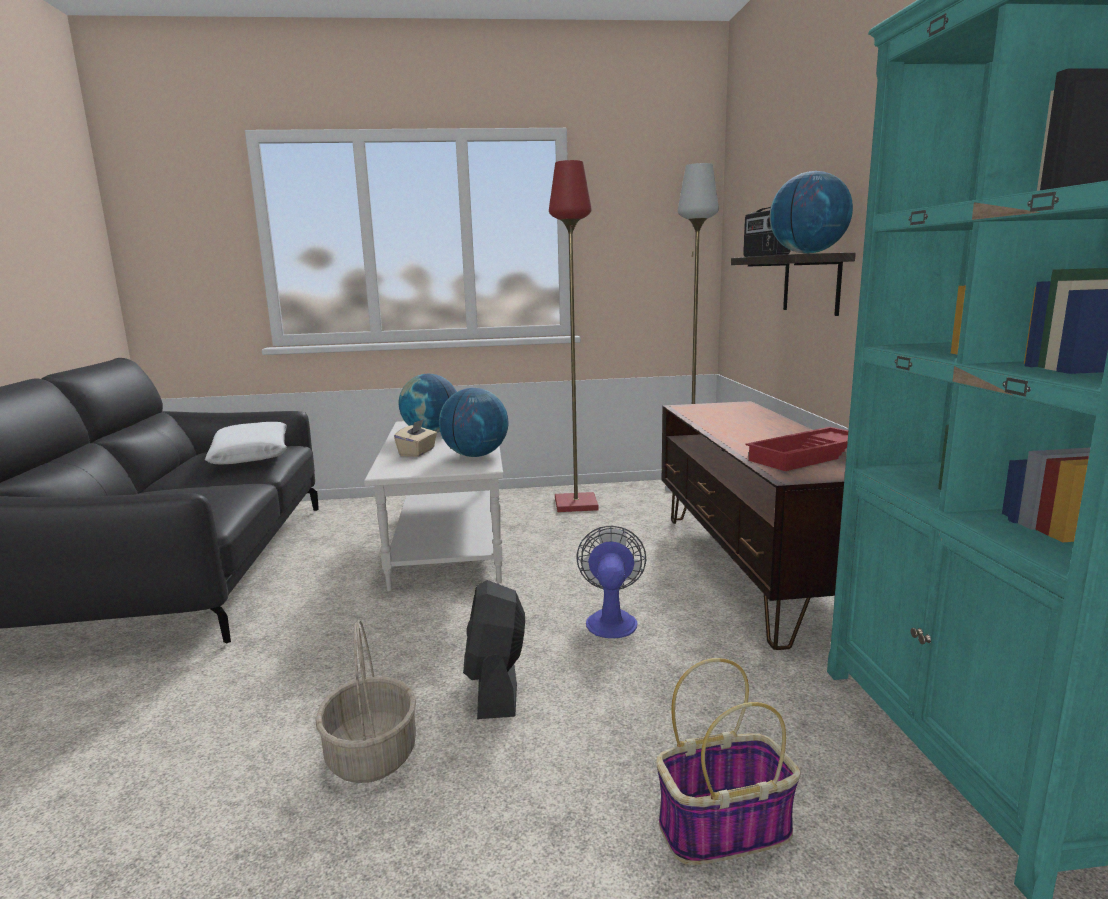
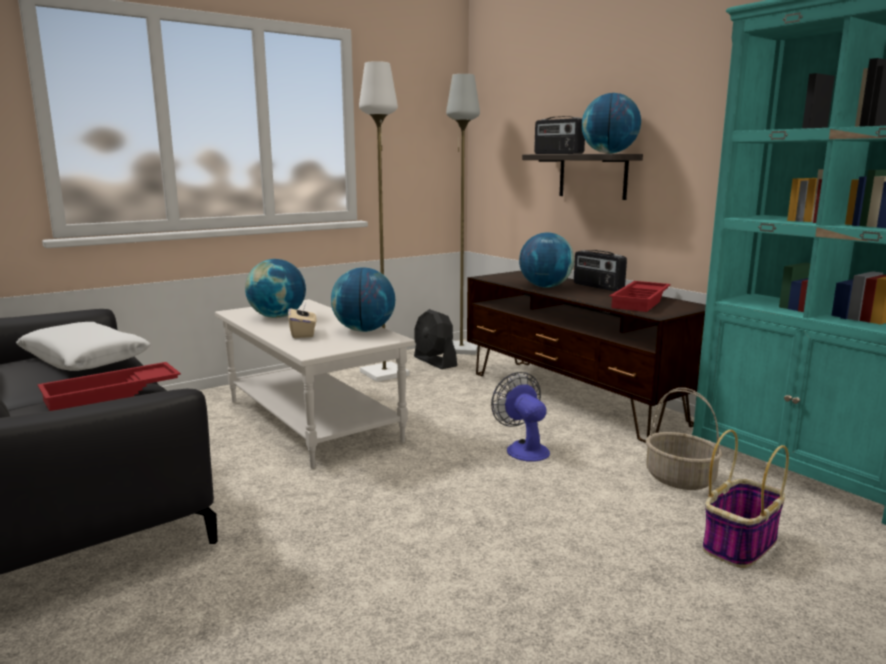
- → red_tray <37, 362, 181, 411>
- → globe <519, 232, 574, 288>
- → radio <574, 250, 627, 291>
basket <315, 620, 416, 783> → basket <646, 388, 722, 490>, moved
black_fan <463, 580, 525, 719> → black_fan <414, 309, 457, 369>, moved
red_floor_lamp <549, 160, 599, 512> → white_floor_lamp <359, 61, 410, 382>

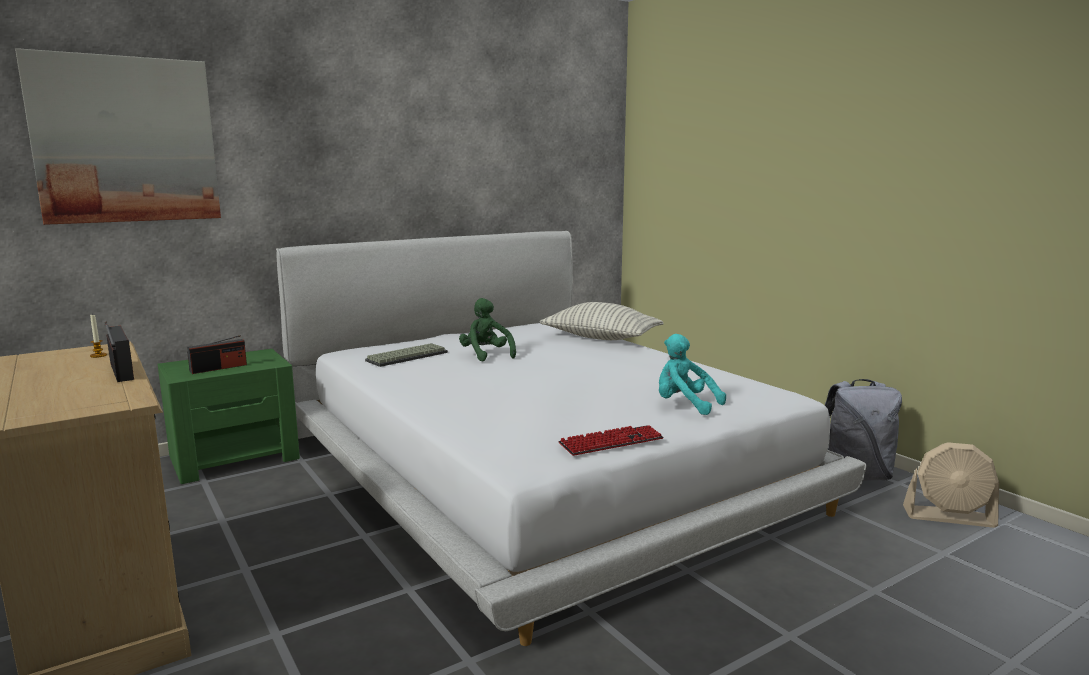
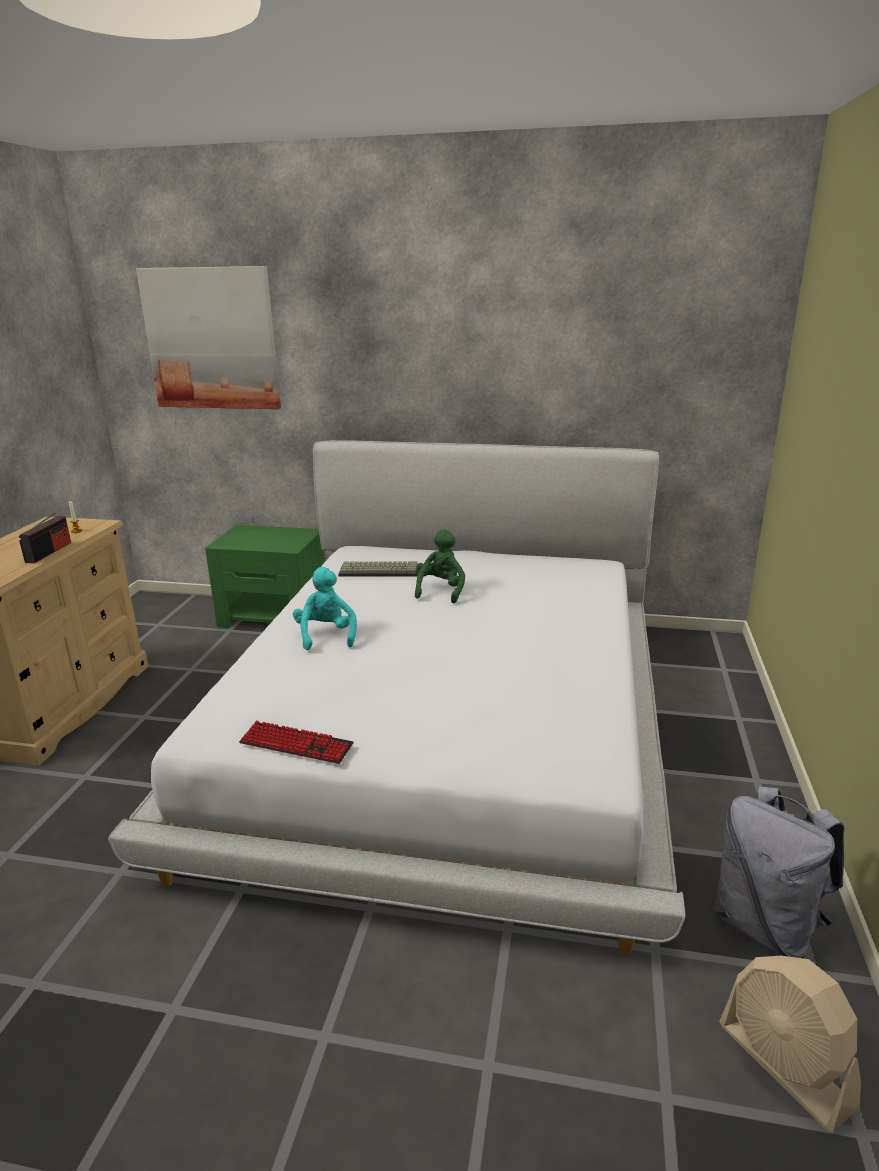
radio <187, 335, 247, 374> → -
pillow <540, 302, 664, 340> → -
turquoise_plush_toy <659, 334, 726, 415> → turquoise_plush_toy <293, 567, 357, 650>, moved

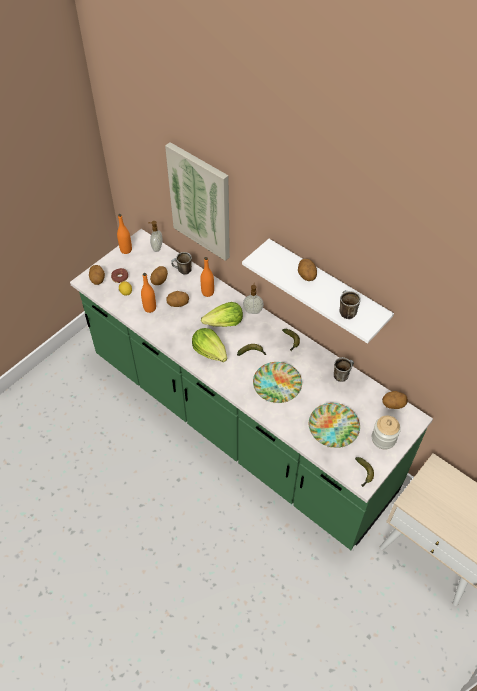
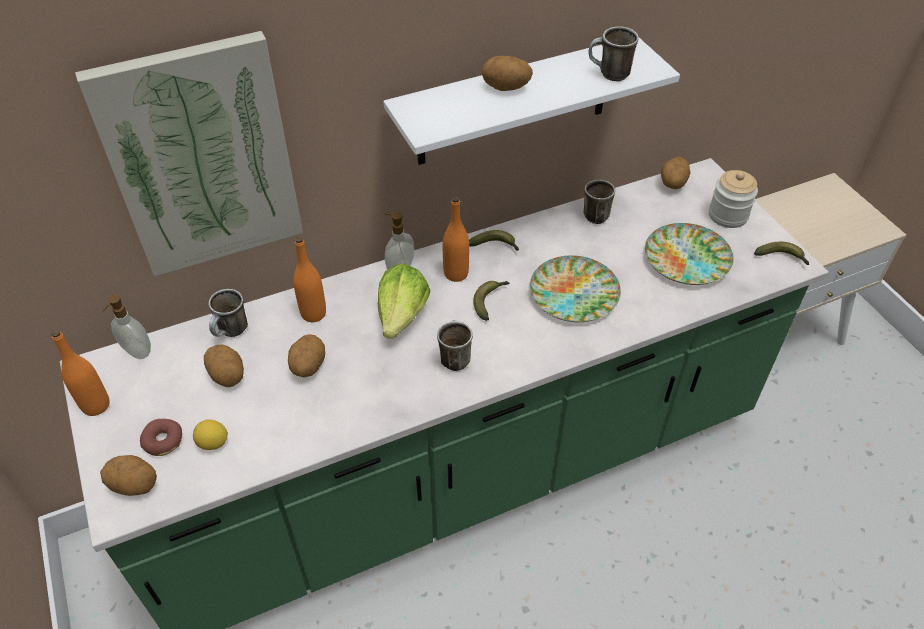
orange_bottle <141, 273, 156, 313> → orange_bottle <443, 196, 469, 282>, moved
lettuce <192, 328, 227, 362> → mug <437, 320, 473, 371>

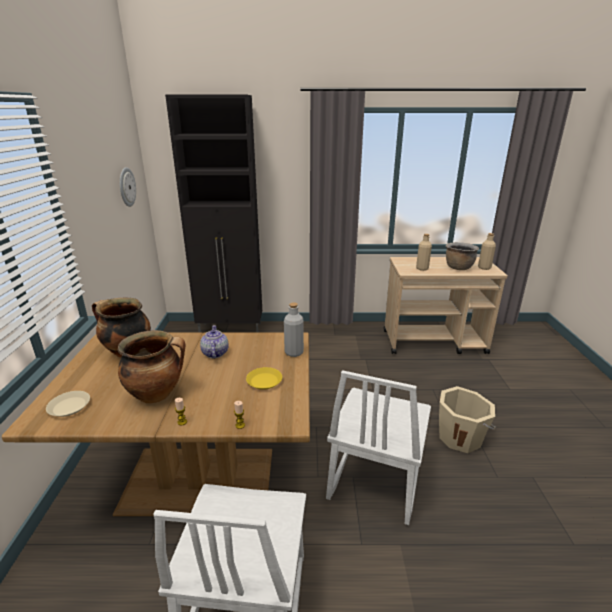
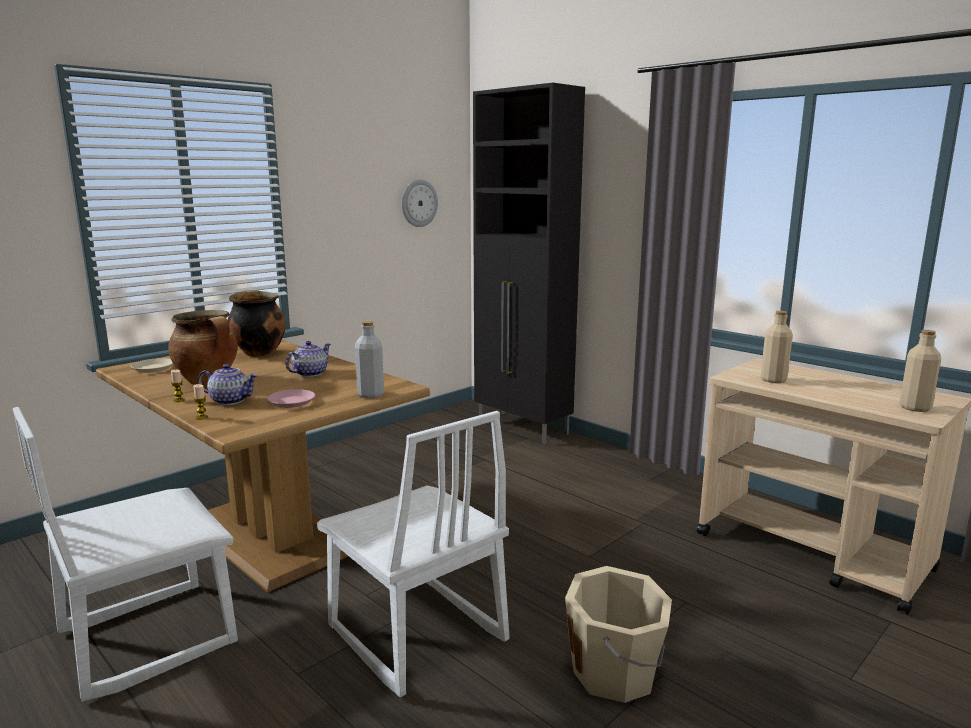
brown_cooking_pot <446, 242, 479, 270> → -
- → teapot <198, 364, 258, 405>
yellow_plate <246, 367, 282, 390> → pink_plate <267, 389, 315, 408>
white_chair <326, 370, 431, 525> → white_chair <317, 411, 509, 698>, 105 degrees counterclockwise

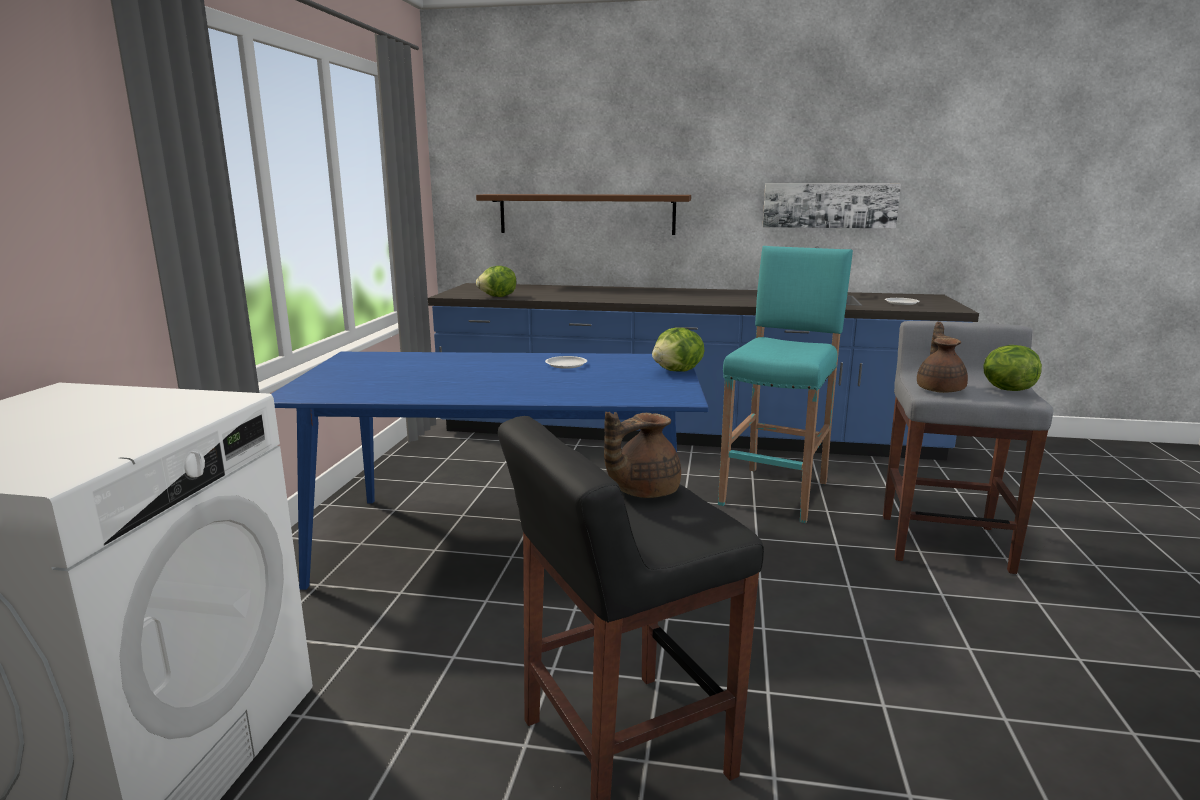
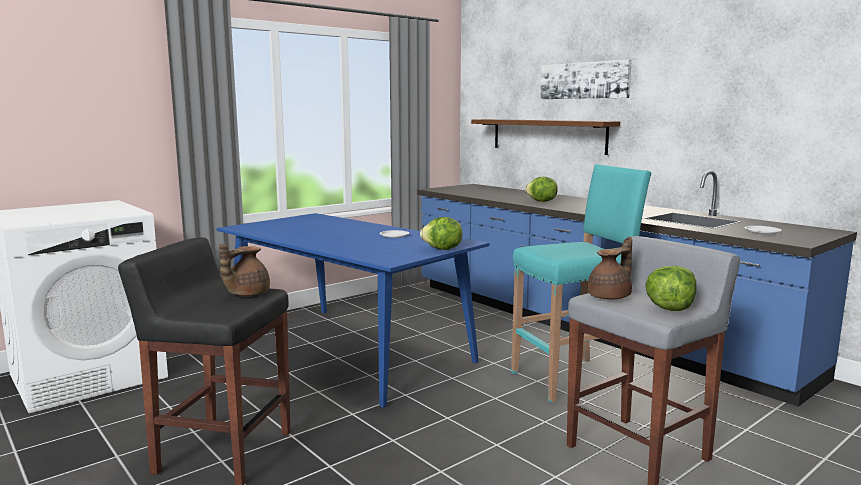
lettuce <476, 266, 516, 297> → lettuce <525, 177, 558, 202>, moved
picture <763, 183, 901, 229> → picture <540, 60, 632, 99>, moved
brown_teapot <604, 412, 681, 498> → brown_teapot <219, 244, 270, 296>, 60 degrees counterclockwise

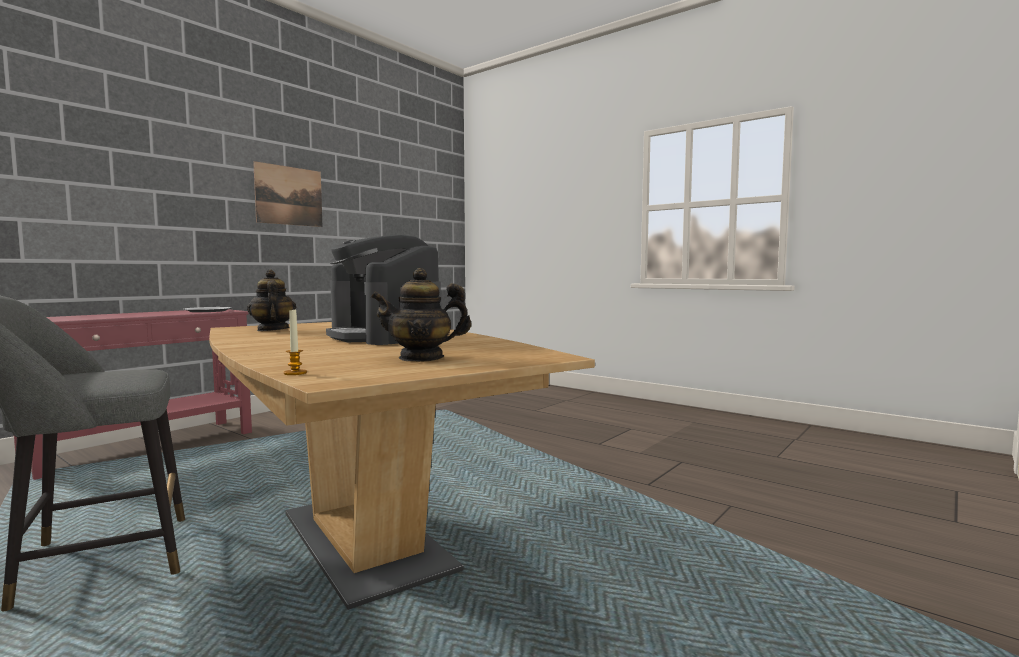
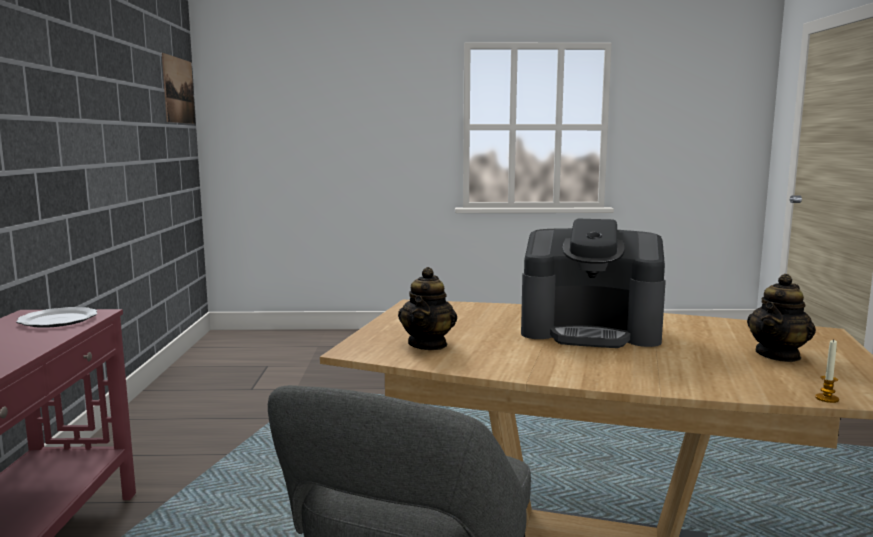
picture <253, 161, 323, 227> → picture <162, 53, 195, 124>, moved
teapot <247, 269, 296, 331> → teapot <398, 267, 457, 350>, 105 degrees counterclockwise

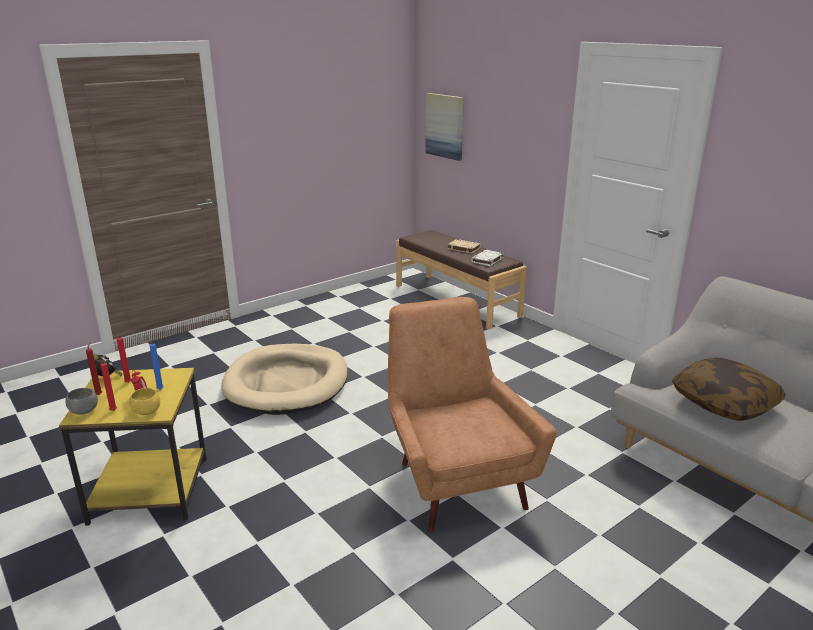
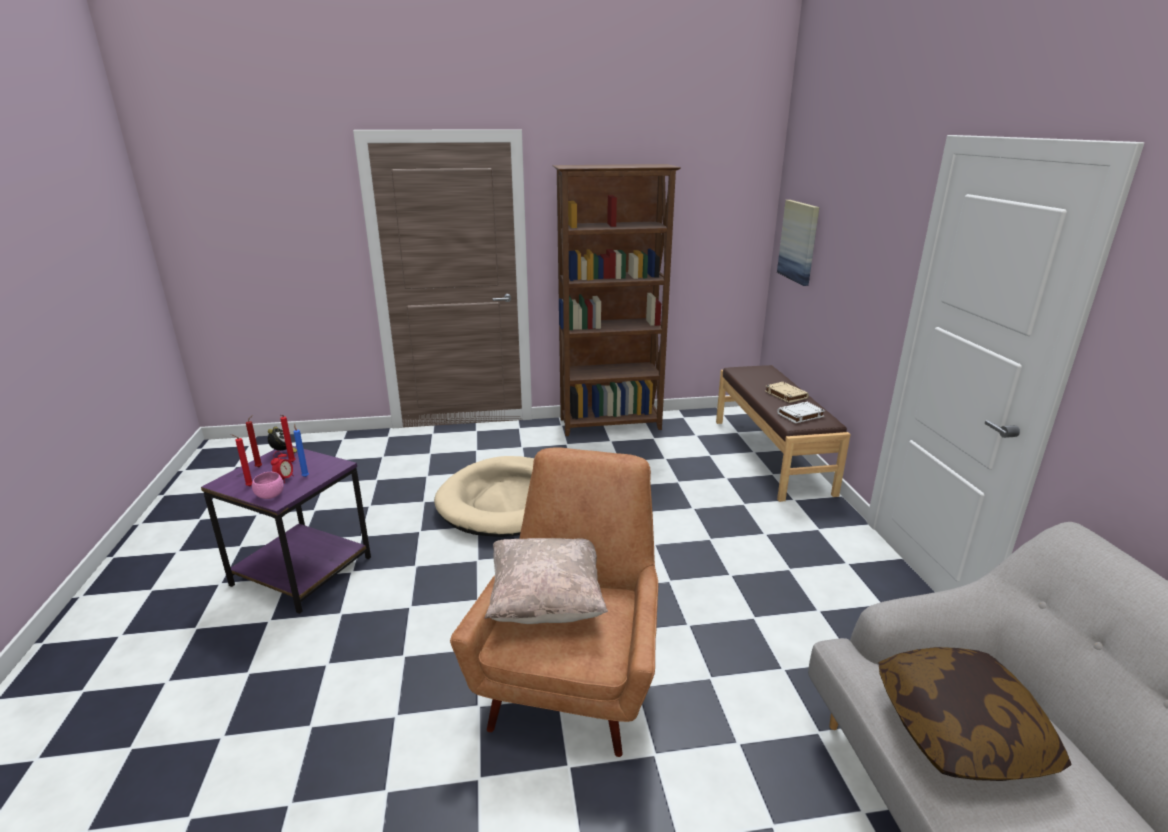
grey_bowl <65, 388, 98, 415> → -
- → beige_pillow <484, 538, 608, 624>
- → brown_bookcase <553, 164, 681, 436>
yellow_side_table <59, 368, 207, 526> → purple_side_table <201, 446, 371, 614>
yellow_bowl <129, 388, 160, 415> → pink_bowl <252, 472, 284, 499>

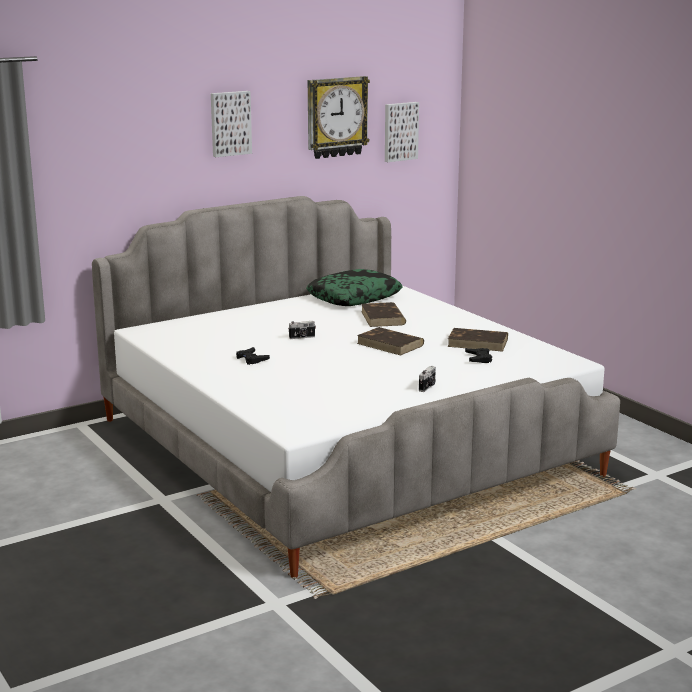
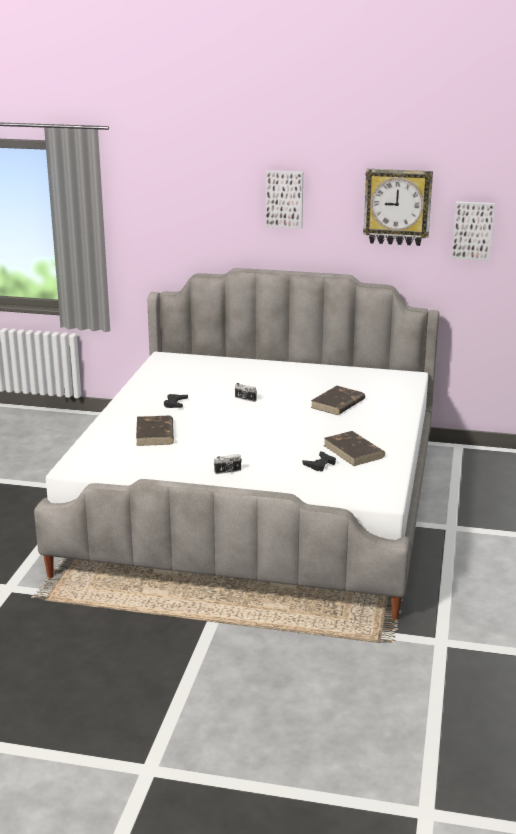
pillow <306, 269, 403, 306> → -
brown_book <357, 327, 424, 356> → brown_book <136, 416, 174, 446>, moved

